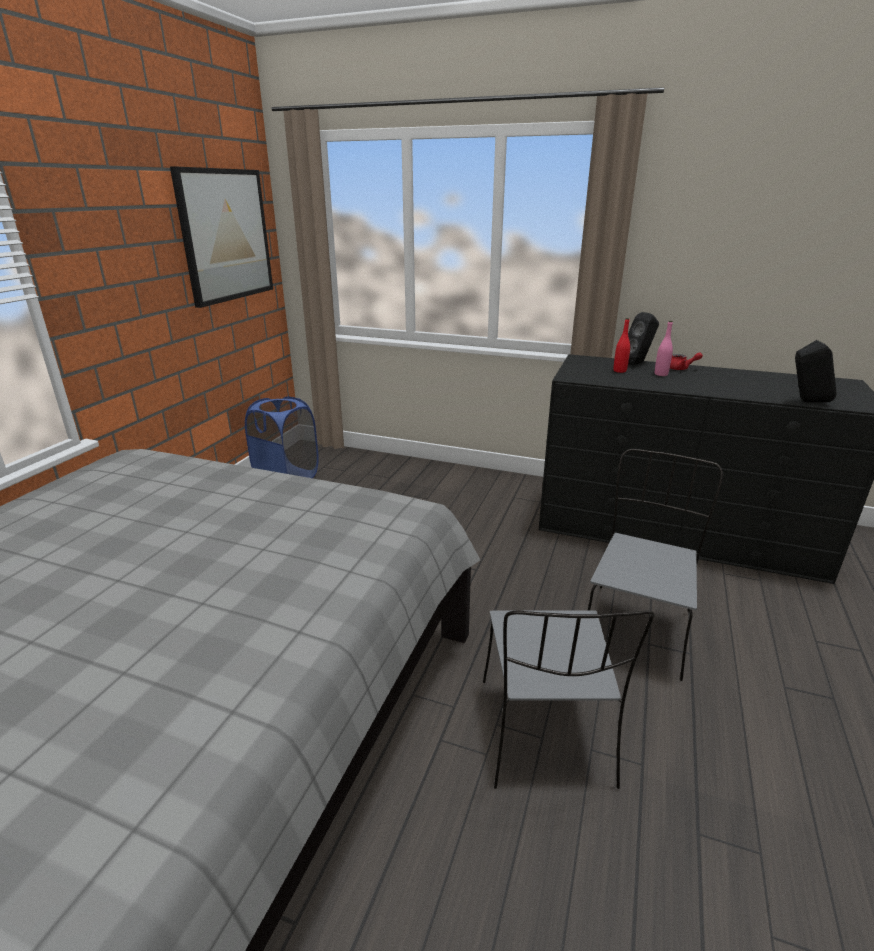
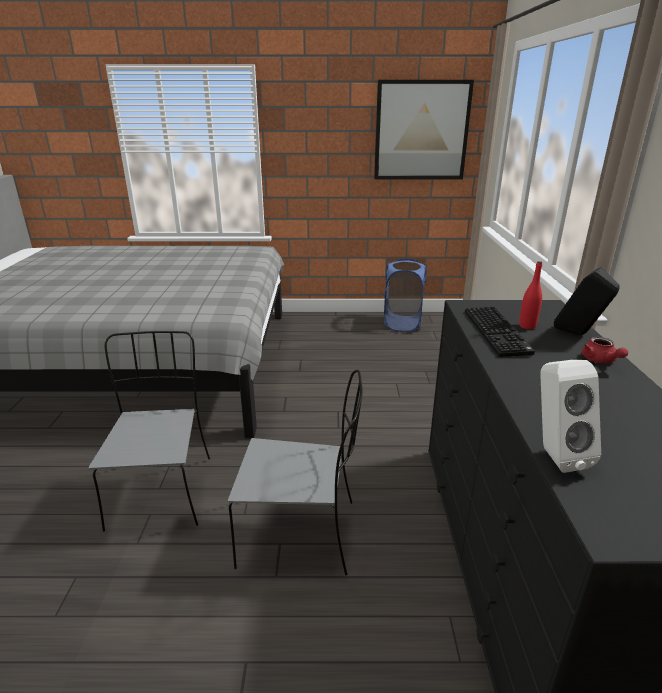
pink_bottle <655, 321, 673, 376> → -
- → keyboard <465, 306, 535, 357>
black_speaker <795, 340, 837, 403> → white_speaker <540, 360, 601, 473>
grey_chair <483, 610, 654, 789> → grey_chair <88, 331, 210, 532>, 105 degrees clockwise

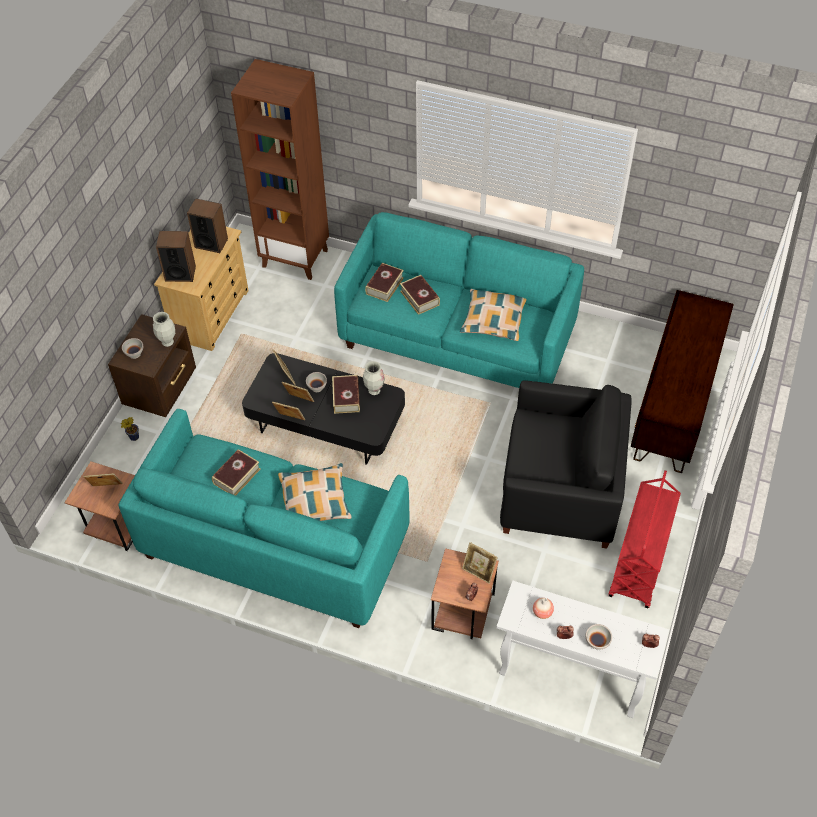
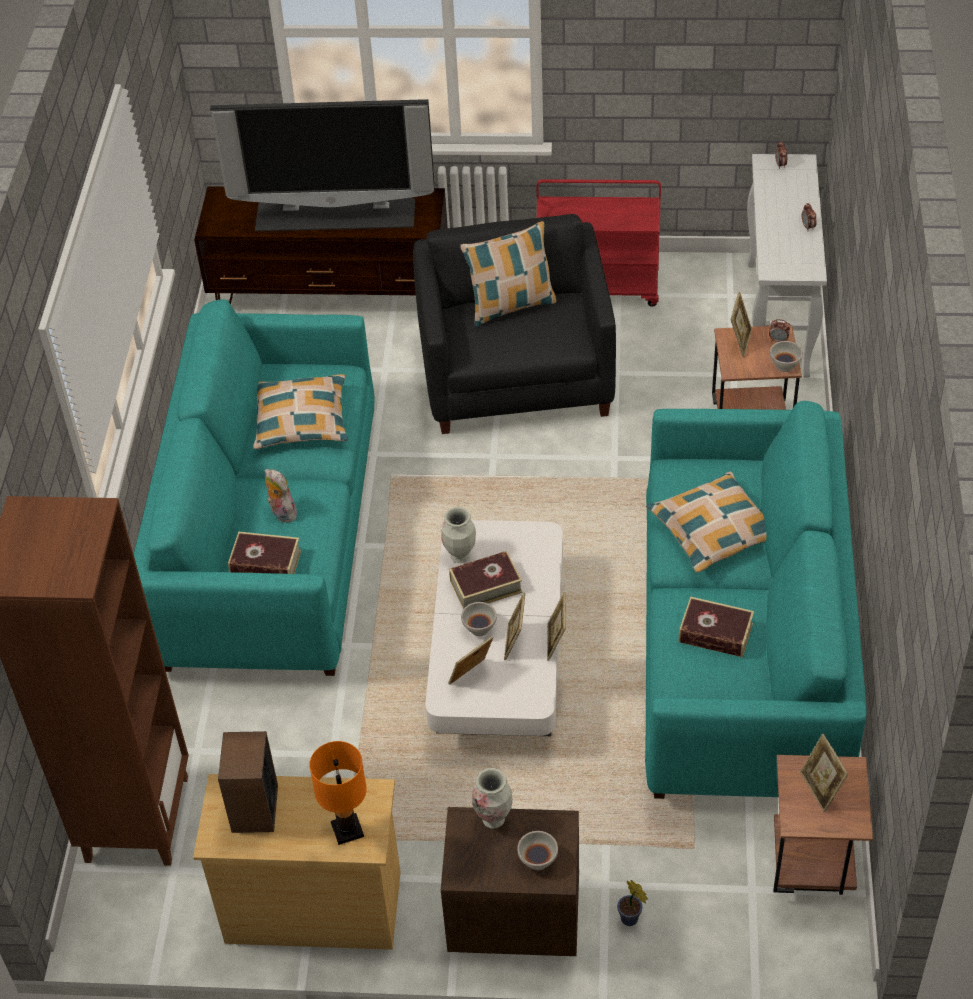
vase <533, 598, 554, 619> → -
- → television <210, 99, 435, 231>
- → pillow <461, 221, 556, 327>
white_bowl <586, 624, 612, 650> → white_bowl <770, 341, 803, 372>, moved
speaker <156, 231, 196, 282> → orange_table_lamp <309, 741, 367, 845>
book <400, 275, 440, 315> → plush_toy <265, 469, 297, 523>
black_coffee_table <242, 353, 405, 465> → white_coffee_table <425, 520, 563, 736>

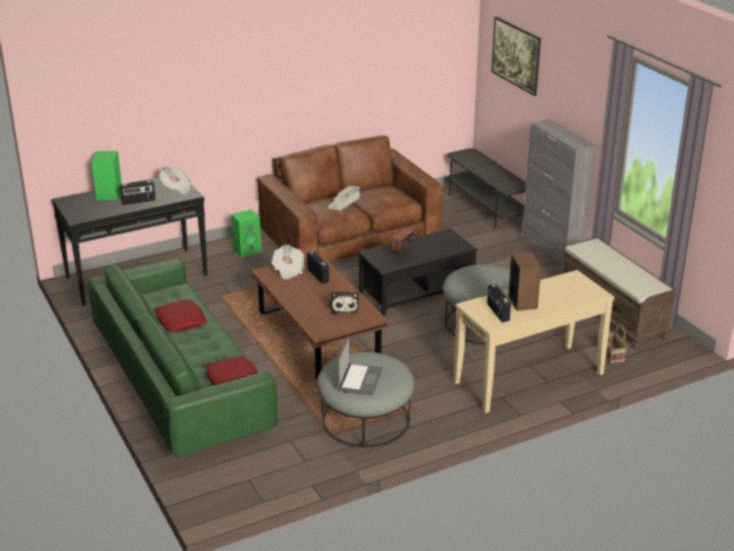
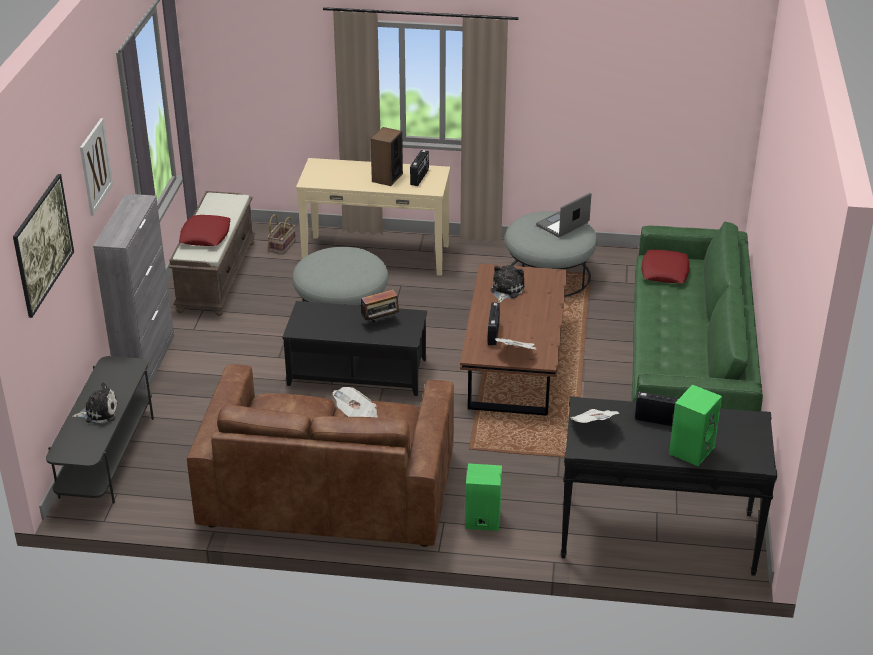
- → plush_toy <72, 382, 118, 424>
- → picture <80, 118, 113, 216>
red_pillow <155, 300, 207, 332> → red_pillow <179, 215, 230, 246>, moved

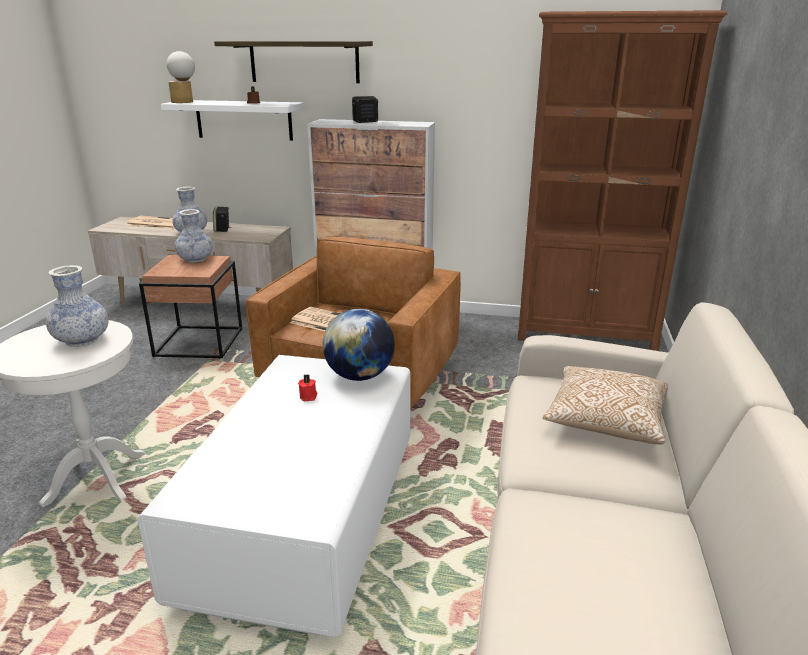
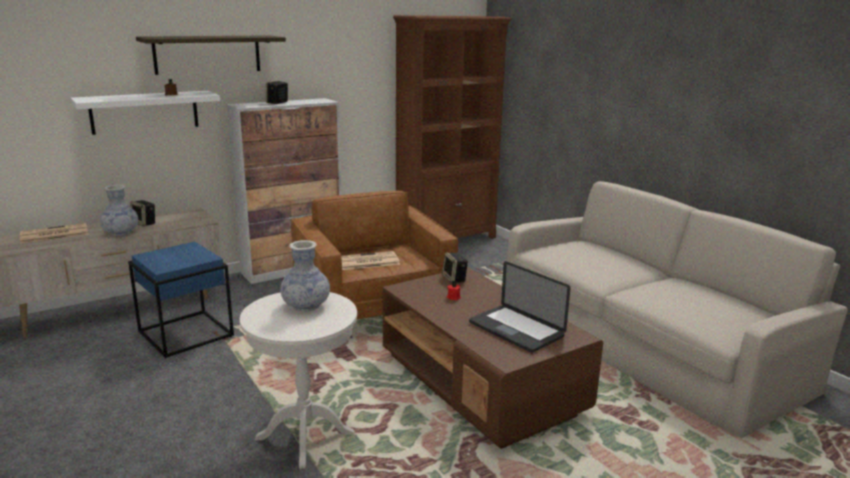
table_lamp <167, 51, 195, 103> → -
vase <175, 209, 213, 262> → -
pillow <543, 366, 668, 445> → -
- → laptop <469, 261, 570, 353>
globe <322, 309, 395, 381> → speaker <442, 253, 468, 283>
white_coffee_table <137, 355, 411, 637> → brown_coffee_table <382, 267, 603, 449>
brown_side_table <139, 255, 242, 359> → blue_side_table <128, 242, 234, 359>

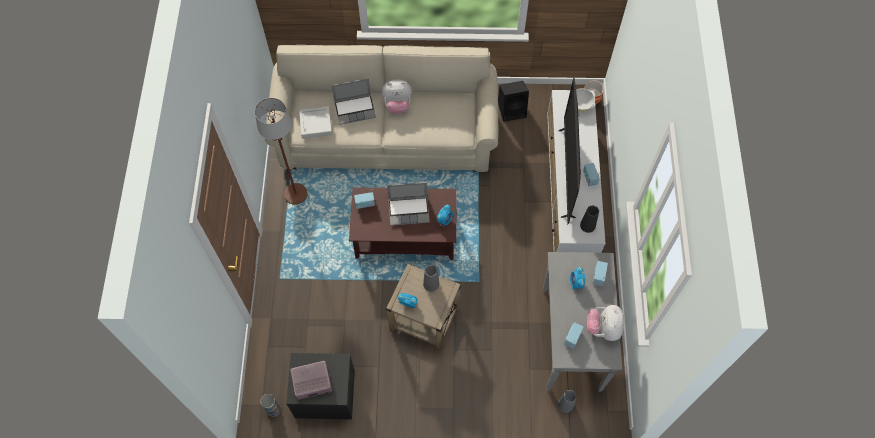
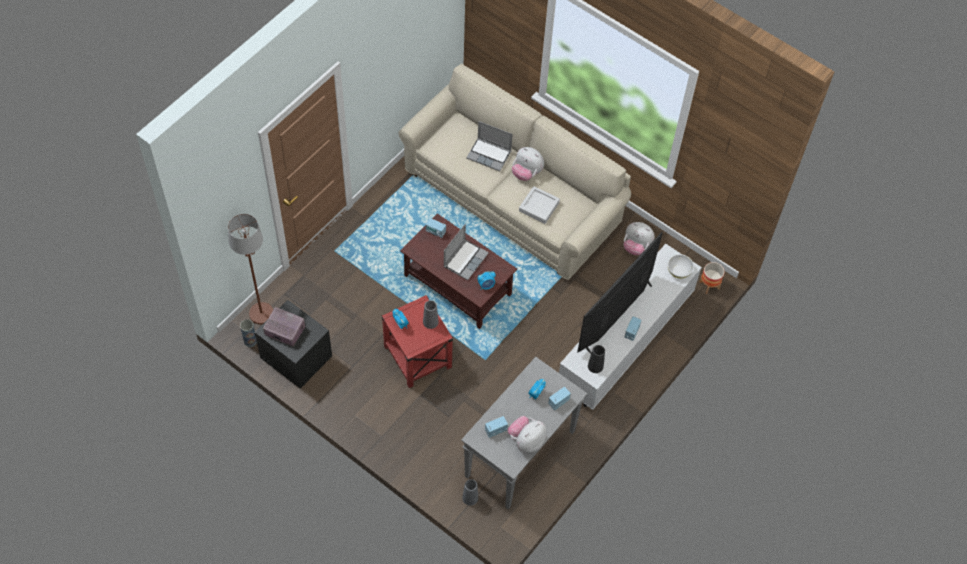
brown_floor_lamp <255, 98, 308, 205> → brown_floor_lamp <228, 214, 273, 324>, moved
grey_tray <299, 106, 332, 139> → grey_tray <519, 186, 560, 224>, moved
black_speaker <498, 81, 529, 122> → plush_toy <623, 222, 655, 255>
beige_side_table <386, 264, 461, 350> → red_side_table <382, 295, 453, 388>
laptop <387, 182, 430, 226> → laptop <443, 224, 489, 280>, 90 degrees counterclockwise

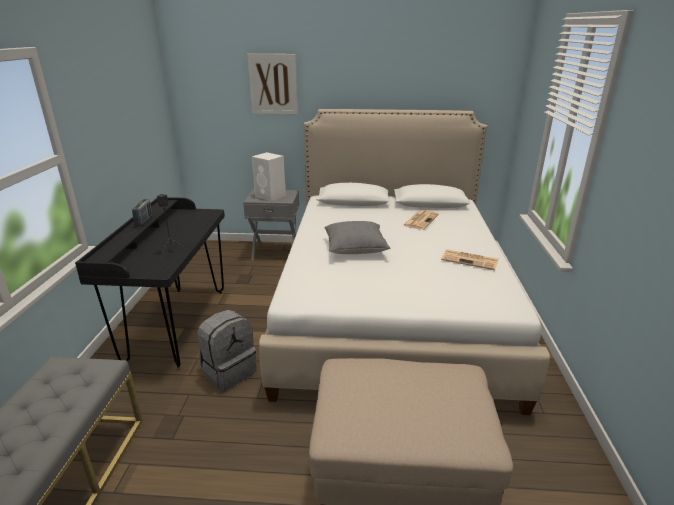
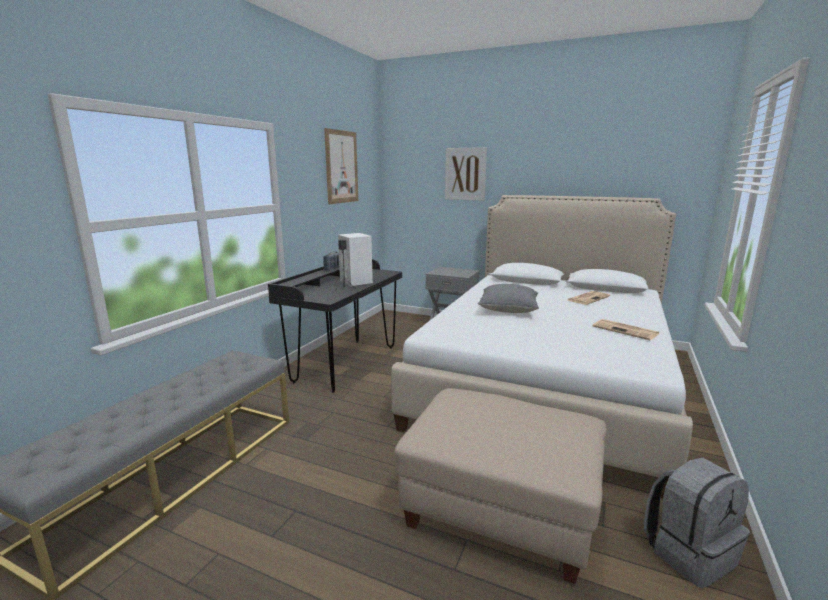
- → picture <324, 128, 358, 204>
grey_backpack <197, 310, 257, 391> → grey_backpack <644, 457, 750, 588>, moved
white_speaker <252, 152, 286, 201> → white_speaker <338, 233, 373, 286>, moved

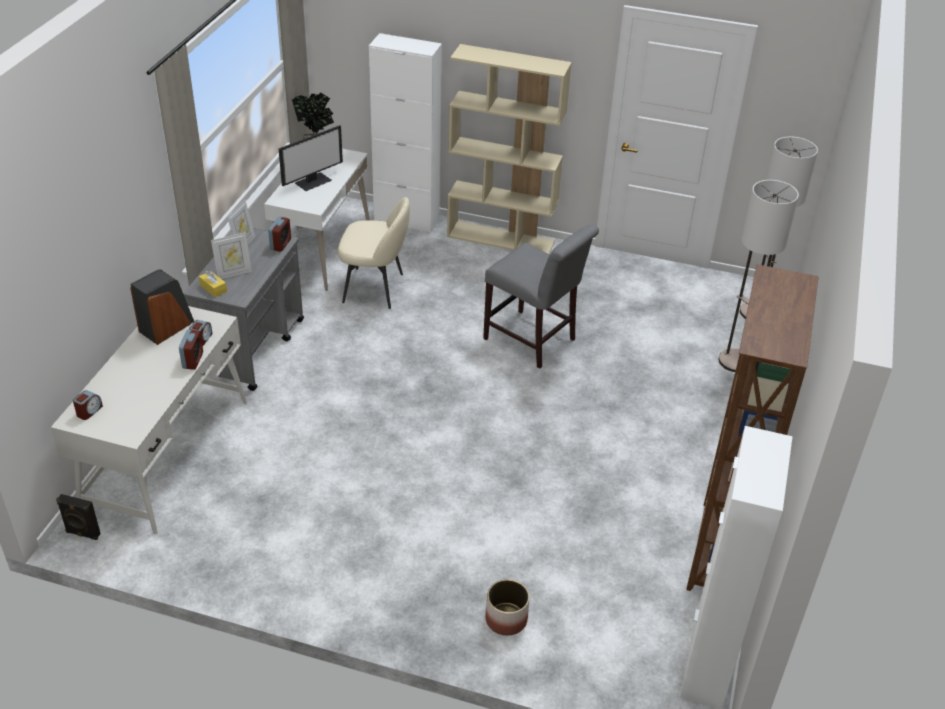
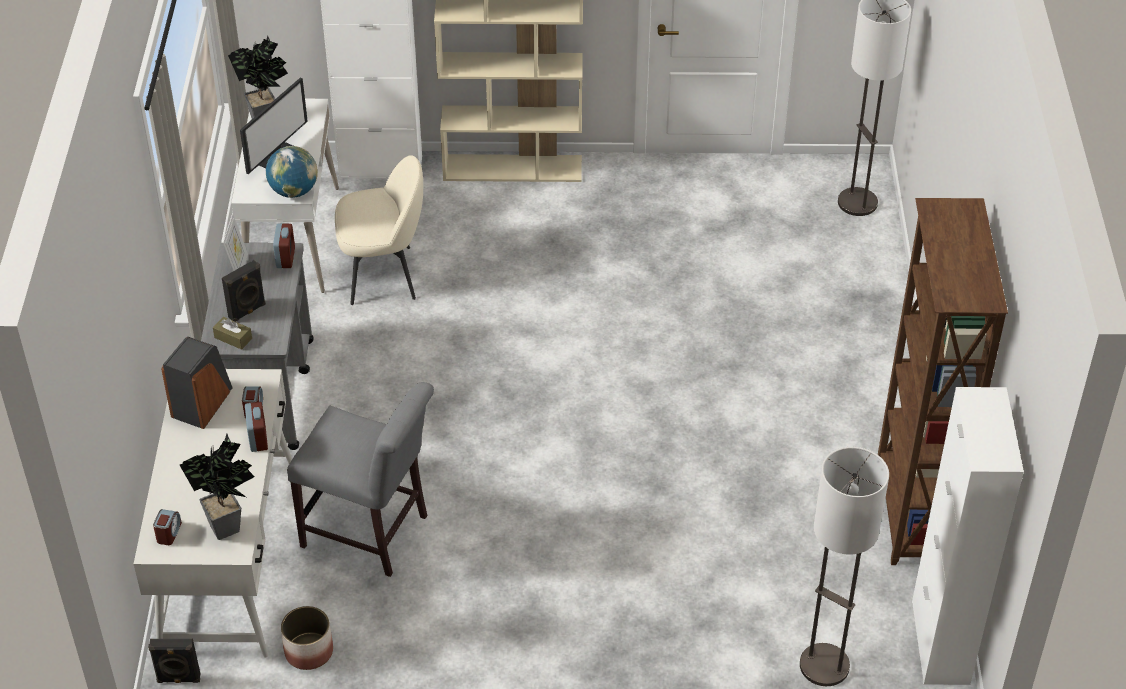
- → potted_plant <180, 434, 255, 540>
- → globe <266, 146, 318, 198>
grey_chair <483, 225, 599, 368> → grey_chair <287, 382, 434, 577>, moved
planter <485, 579, 529, 635> → planter <281, 606, 333, 670>, moved
floor_lamp <719, 180, 799, 372> → floor_lamp <800, 447, 889, 686>, moved
picture_frame <211, 232, 252, 279> → black_speaker <222, 260, 266, 322>
yellow_tissue_box <199, 270, 227, 297> → brown_tissue_box <213, 317, 252, 350>

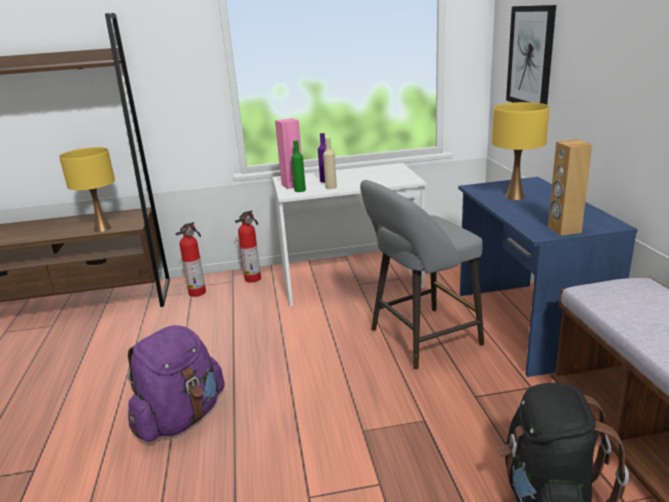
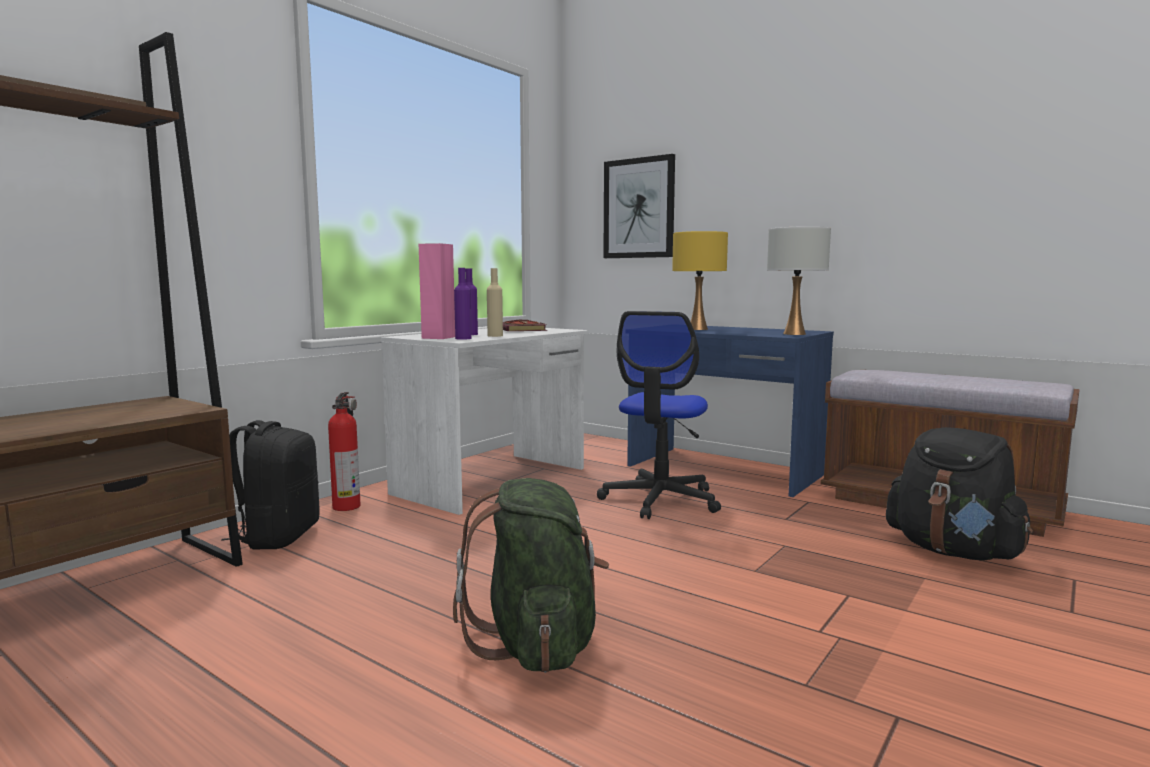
yellow_table_lamp <59, 147, 115, 232> → -
- → book <503, 320, 547, 331>
fire_extinguisher <175, 222, 206, 297> → black_backpack <221, 420, 320, 549>
grey_stool <360, 180, 484, 370> → office_chair <597, 311, 721, 519>
brown_speaker <548, 139, 592, 236> → white_table_lamp <767, 226, 831, 335>
purple_backpack <128, 325, 225, 442> → green_backpack <453, 478, 609, 673>
green_bottle <291, 140, 306, 192> → purple_bottle <454, 268, 472, 340>

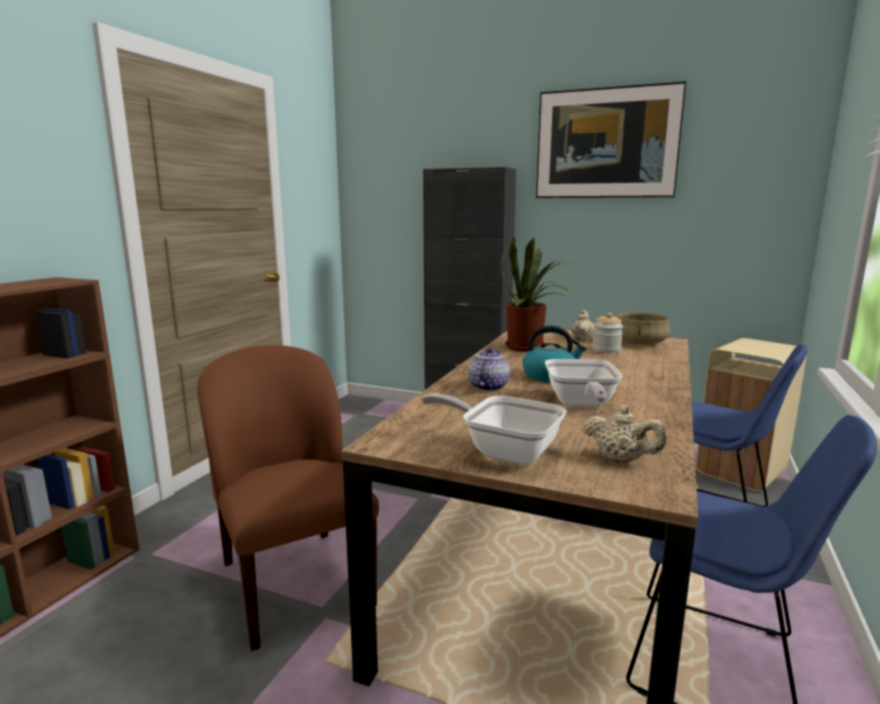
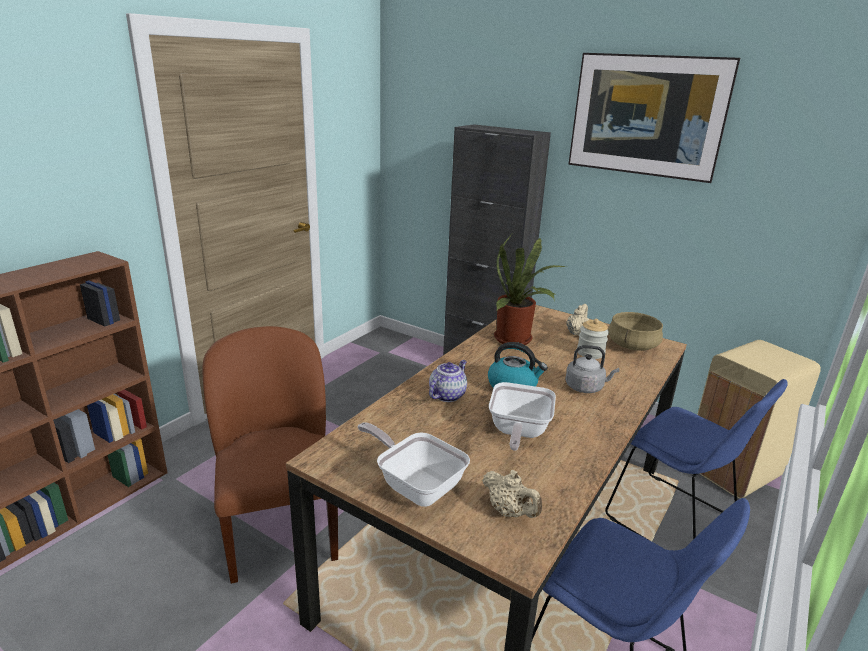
- → grey_kettle <565, 345, 619, 393>

